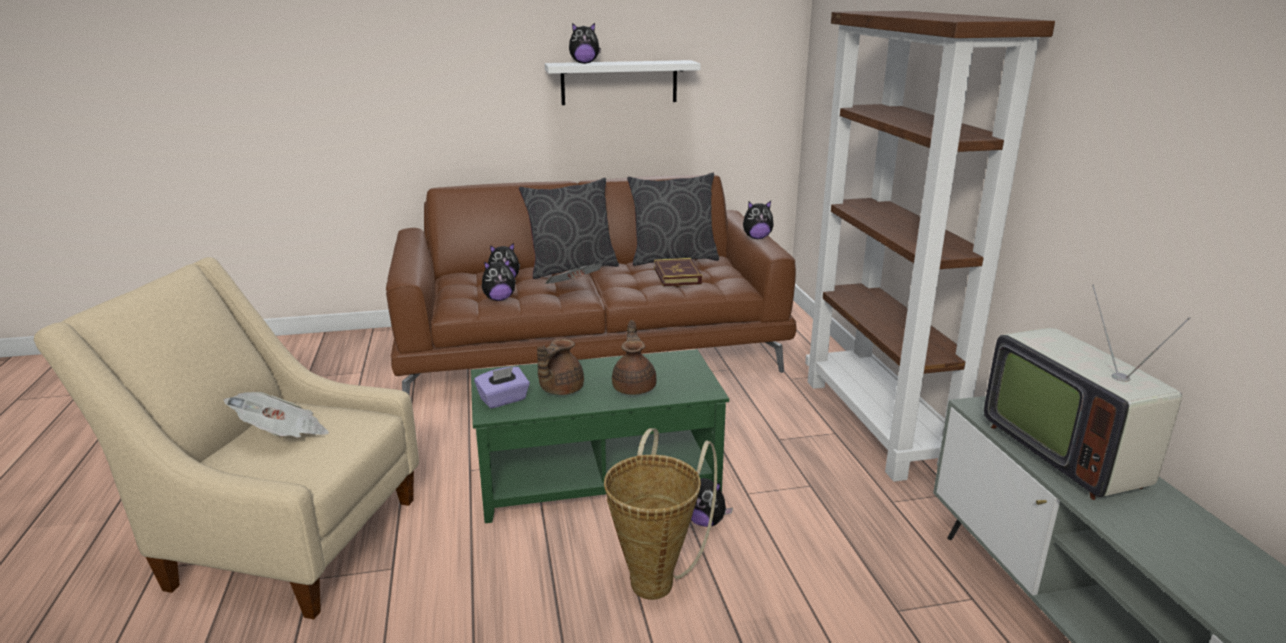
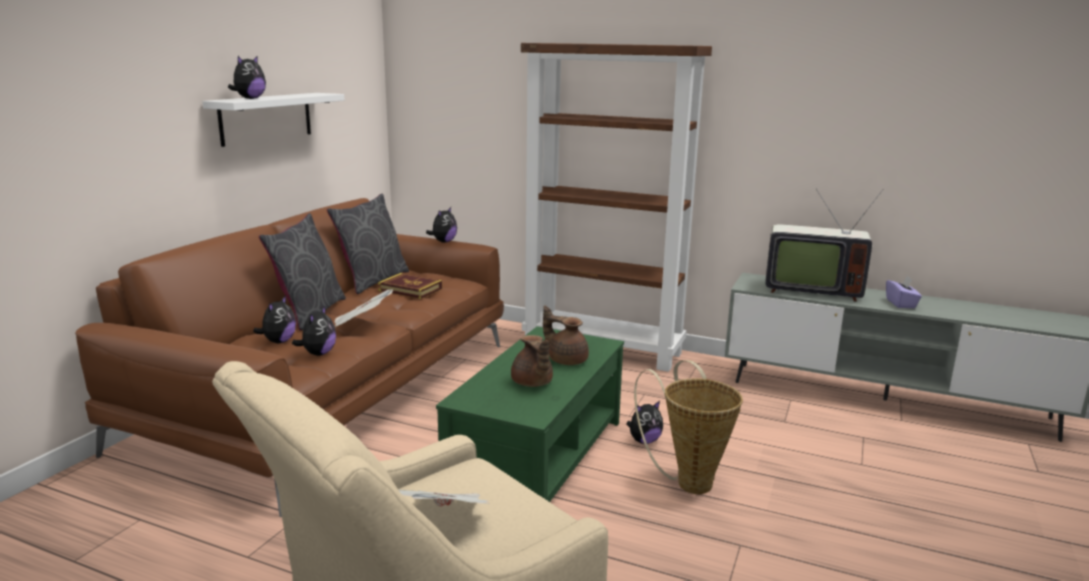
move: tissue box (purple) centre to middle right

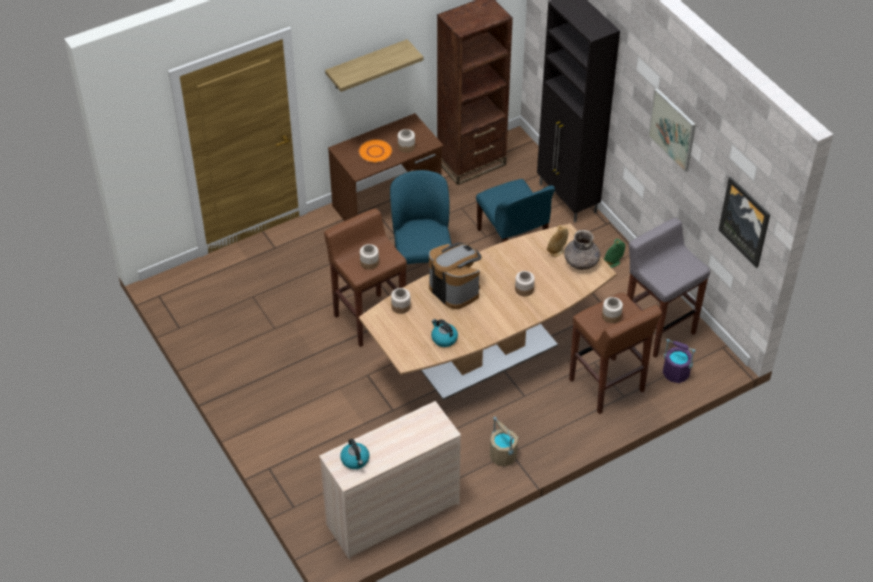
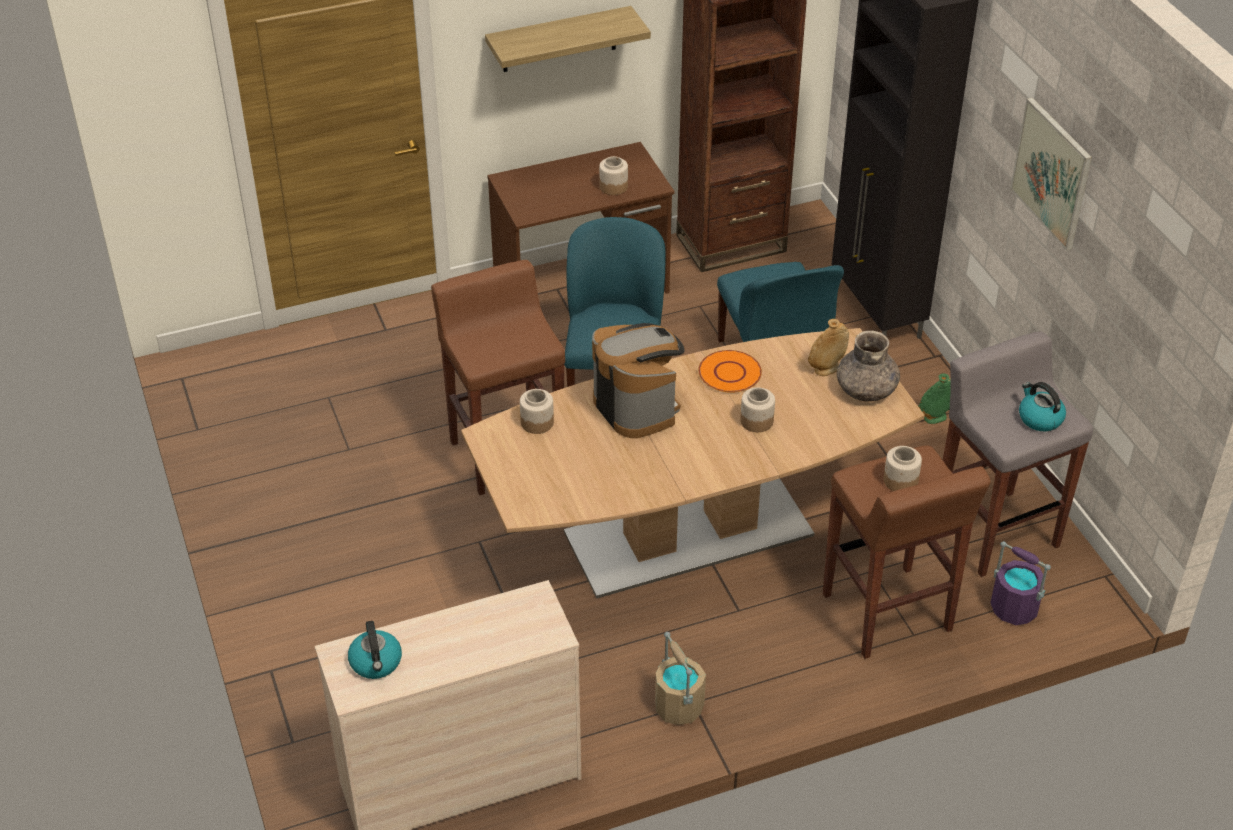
delete: picture (2nd from left) middle right; jar (1st from left) centre
move: plate (orange) top centre to centre; kettle (2nd from left) centre to middle right

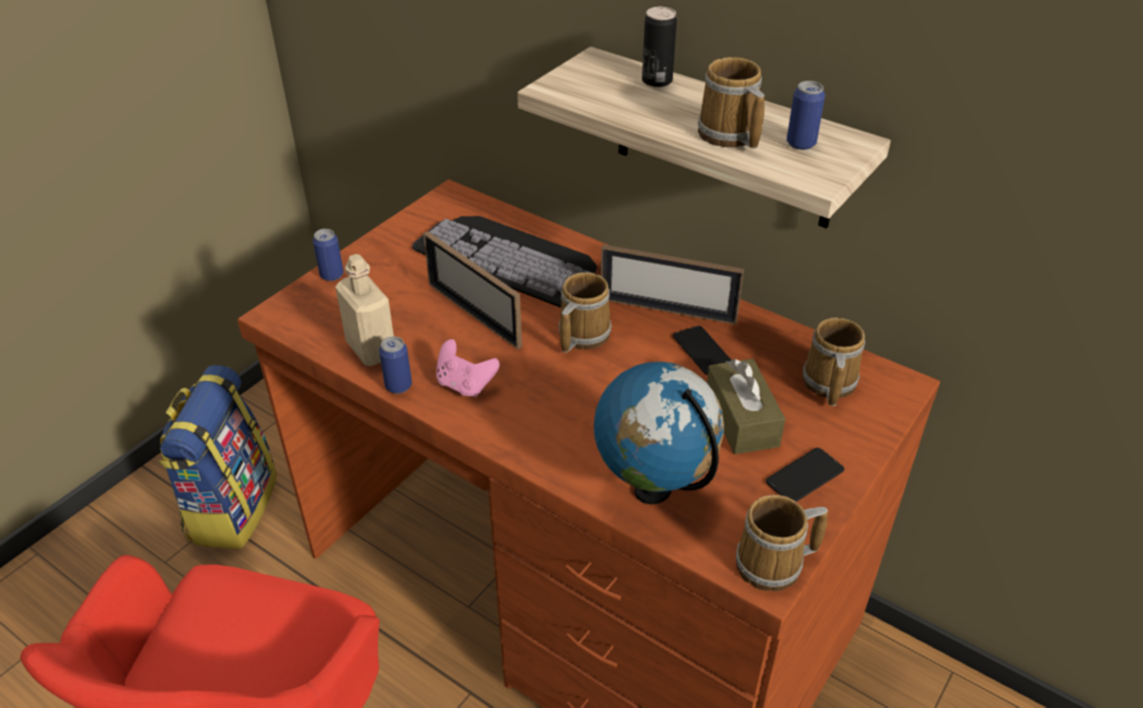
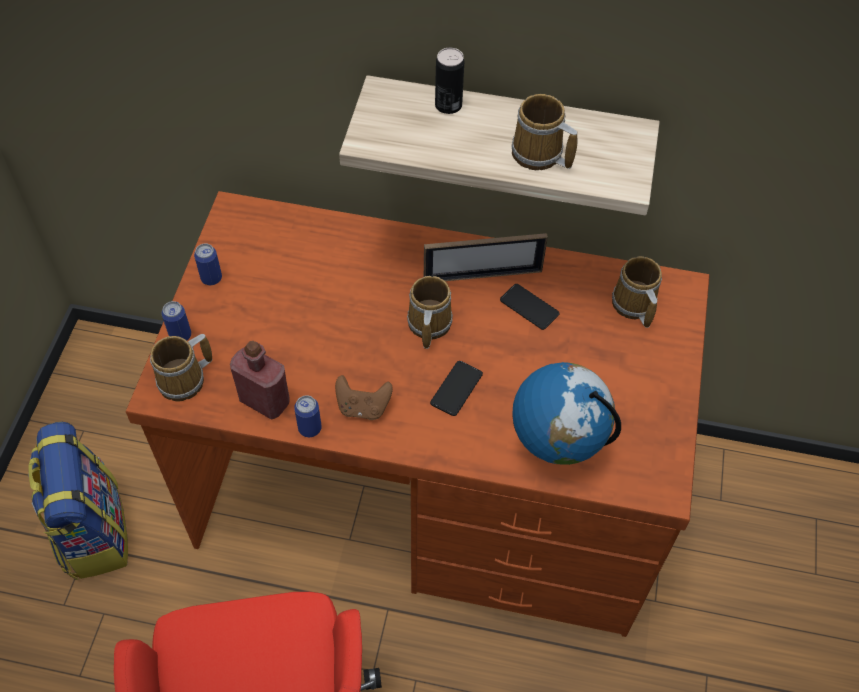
delete: keyboard centre; picture frame (1st from left) centre; tissue box (brown) centre
move: can (4th from left in the first image) top right to can (2nd from left) middle left; phone (2nd from left in the first image) bottom right to phone (1st from left) centre; mug (3rd from left in the first image) bottom right to mug (1st from left) middle left
recolor: bottle (beige) middle left to bottle (red) middle left; game controller (pink) centre to game controller (brown) centre

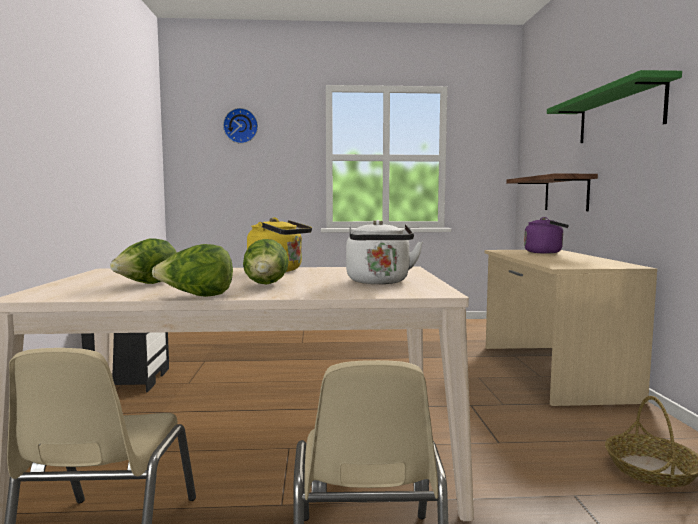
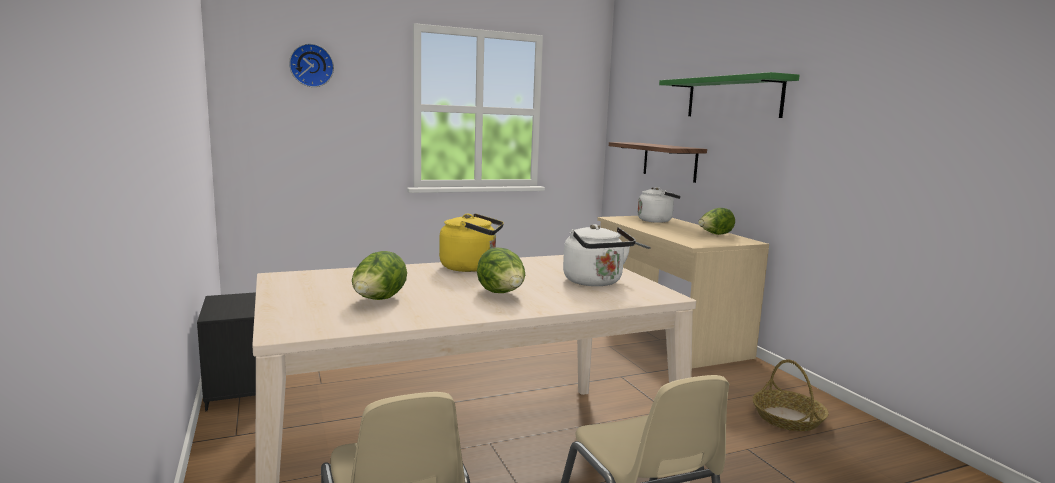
move: lettuce (2nd from left in the first image) middle left to lettuce (3rd from left) middle right
recolor: kettle (purple) middle right to kettle (white) (2nd from left) centre

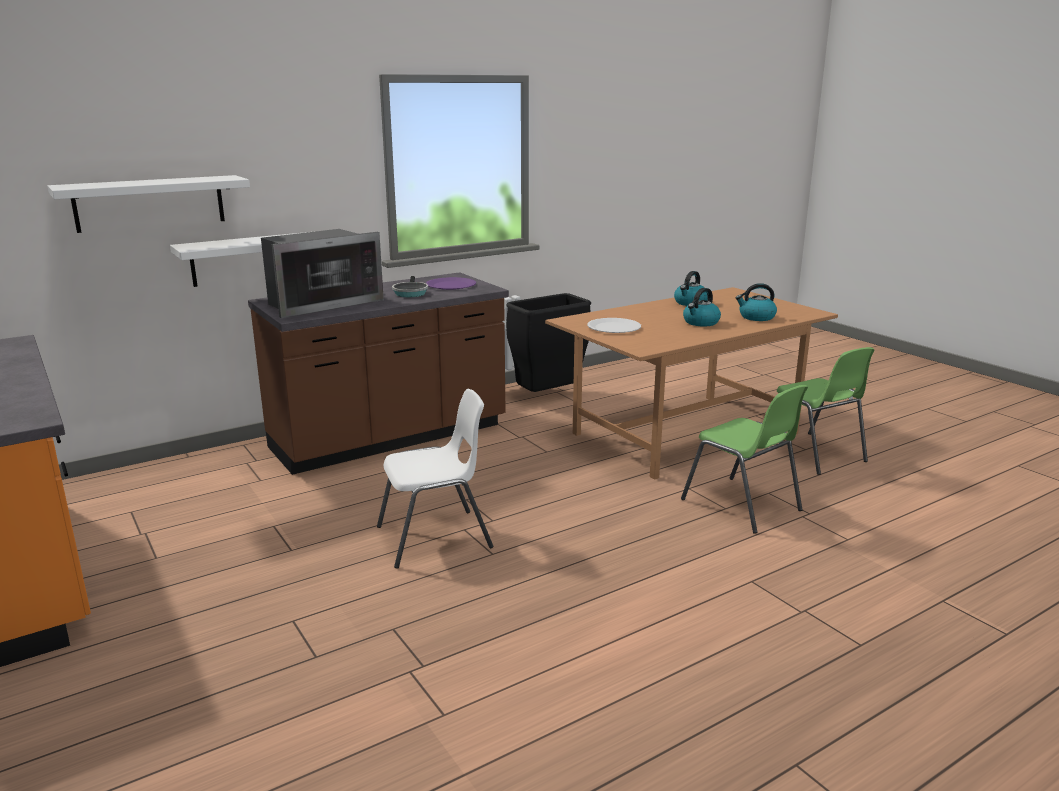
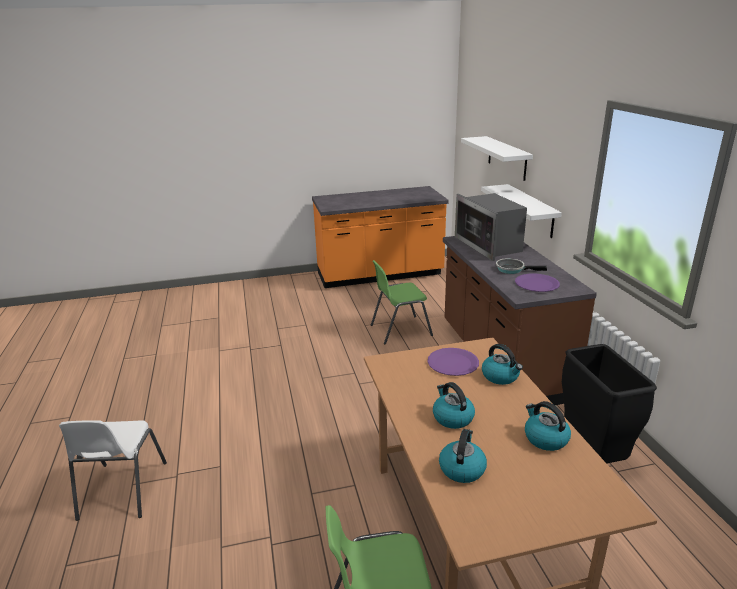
insert: kettle (3rd from left) middle right
move: chair (green) (1st from left in the first image) middle right to chair (green) (2nd from left) centre; chair (white) centre to bottom left
recolor: plate (white) centre to plate (purple) (1st from left) centre

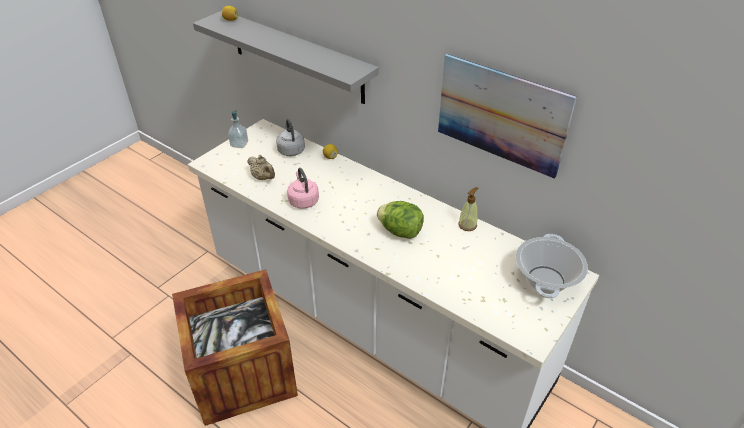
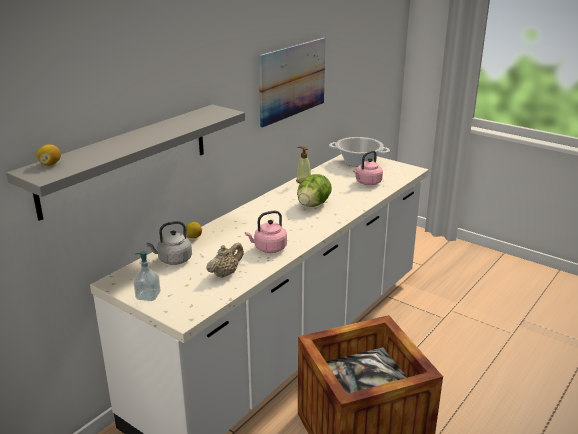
insert: kettle (pink) (2nd from left) centre

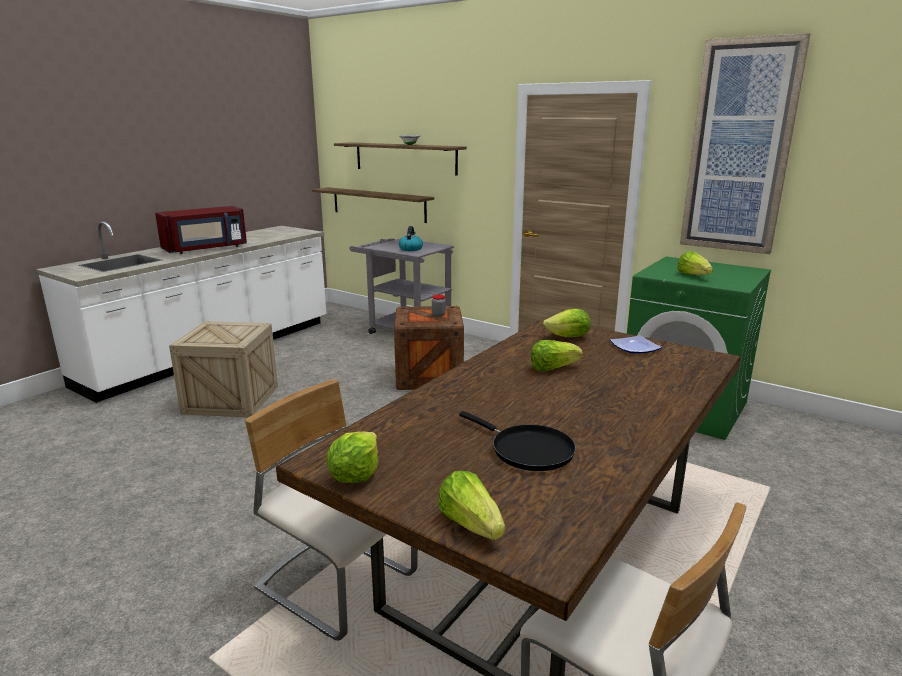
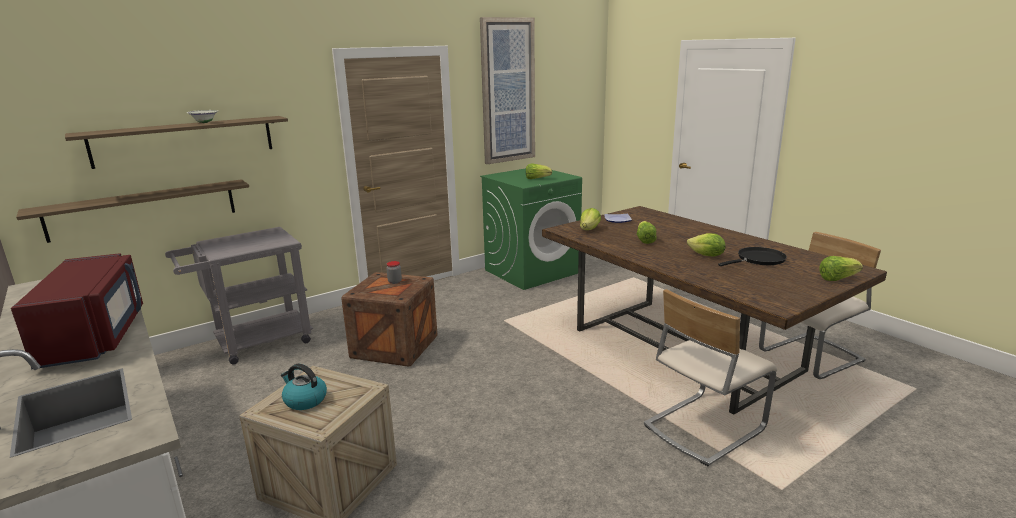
move: kettle centre to bottom left; lettuce (1st from left in the first image) bottom centre to lettuce (4th from left) middle right

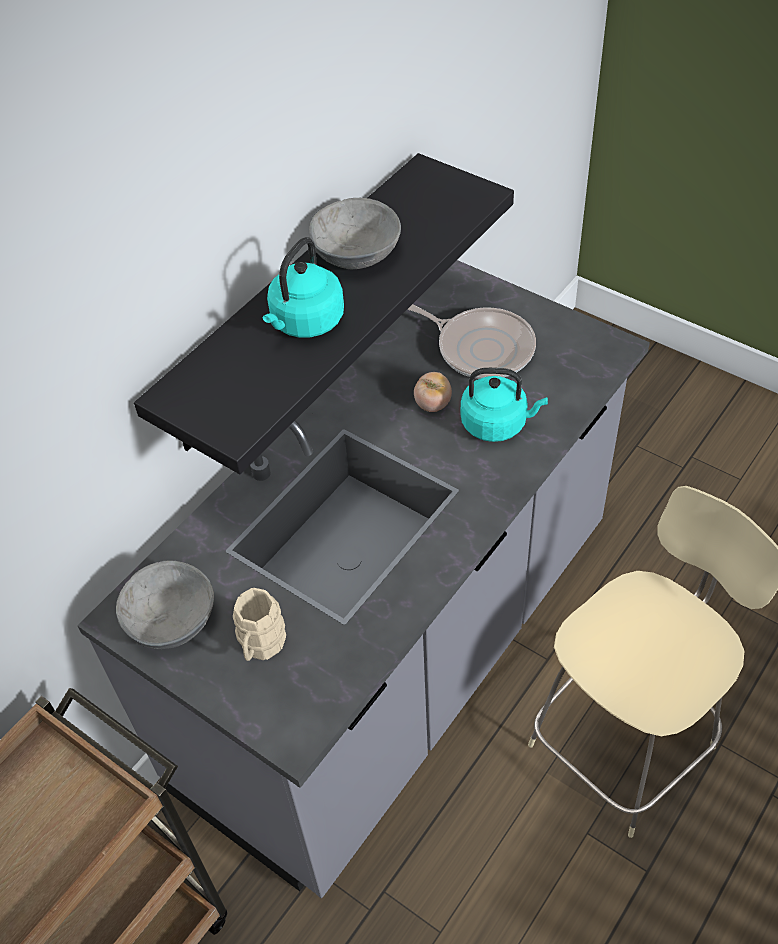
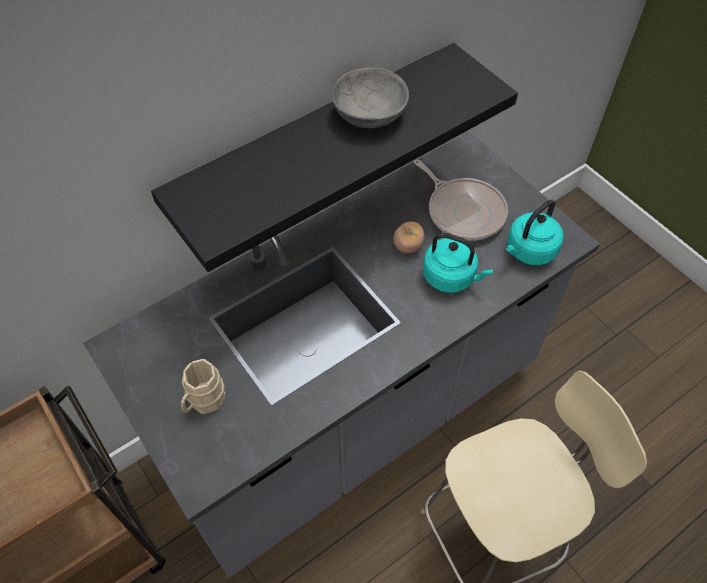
delete: bowl (grey) (1st from left) middle left
move: kettle (turquoise) (1st from left in the first image) top centre to kettle (turquoise) (2nd from left) middle right

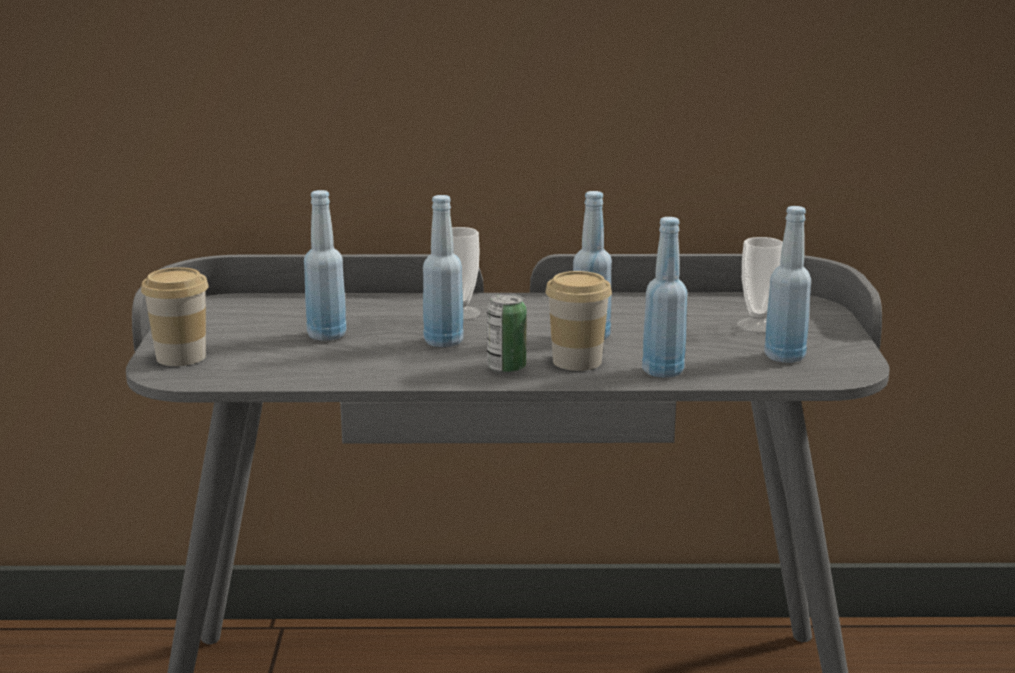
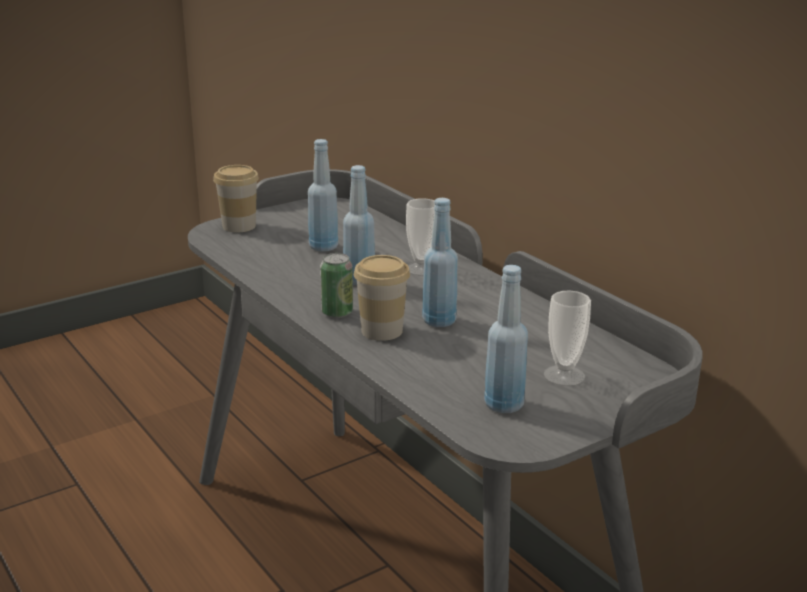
delete: bottle (blue) (4th from left) centre

